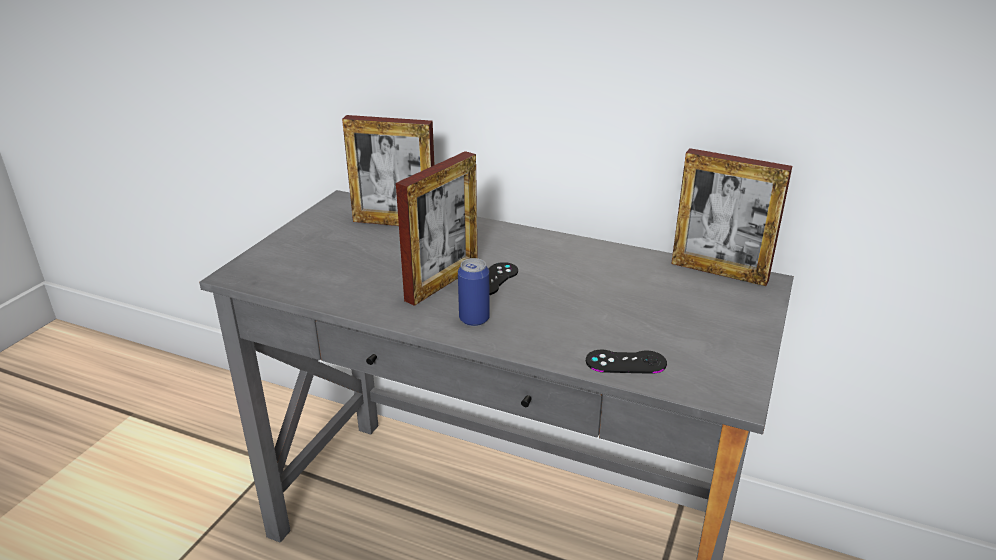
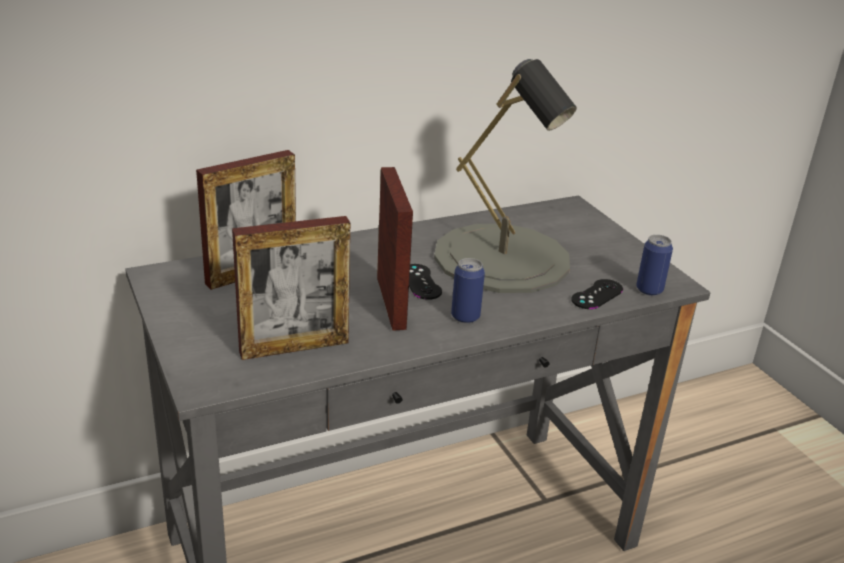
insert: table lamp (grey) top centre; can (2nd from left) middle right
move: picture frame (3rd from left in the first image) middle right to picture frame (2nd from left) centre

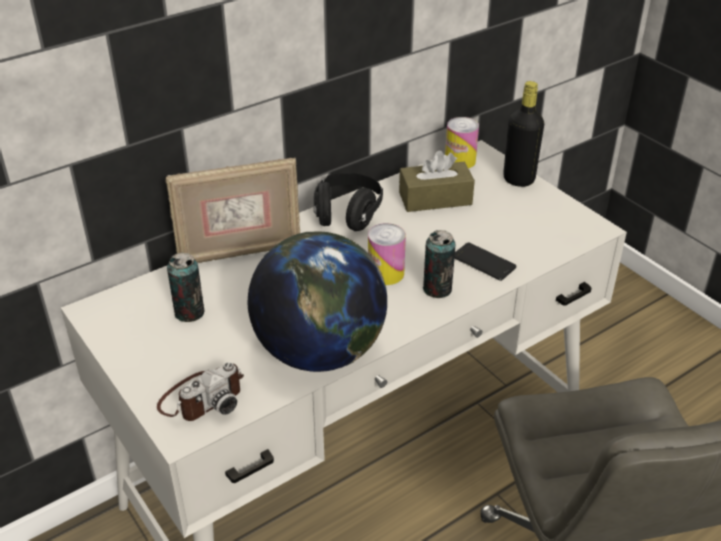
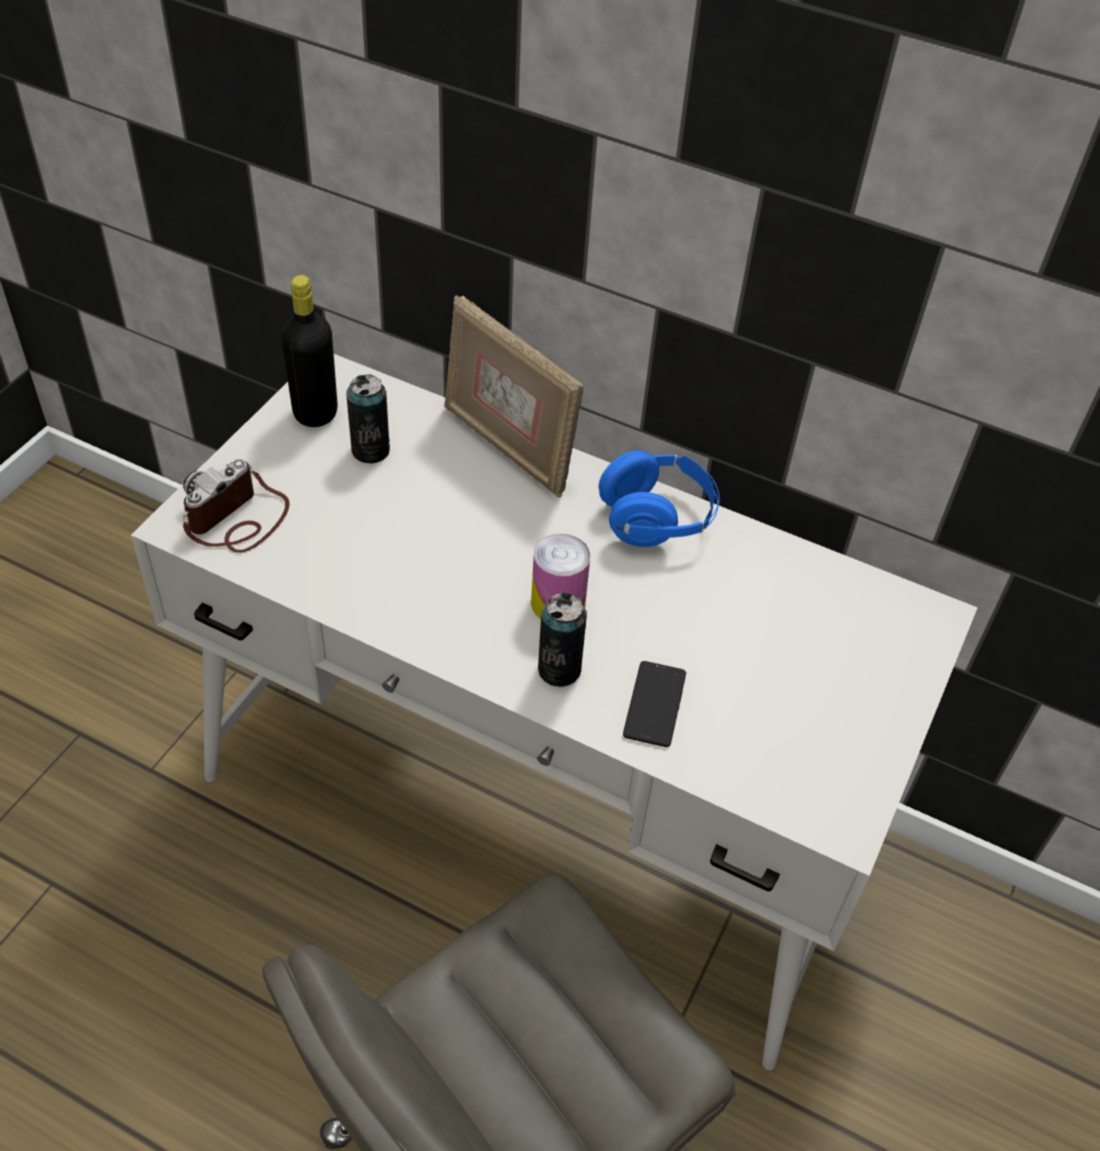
delete: can (4th from left) top centre; tissue box (brown) centre; globe centre
move: bottle (black) top right to top left
recolor: headphones (black) centre to headphones (blue) centre
rotate: photo camera bottom left = middle left 105 degrees clockwise

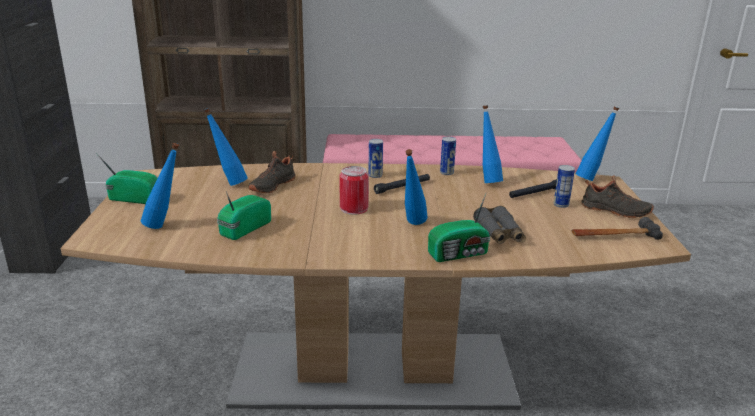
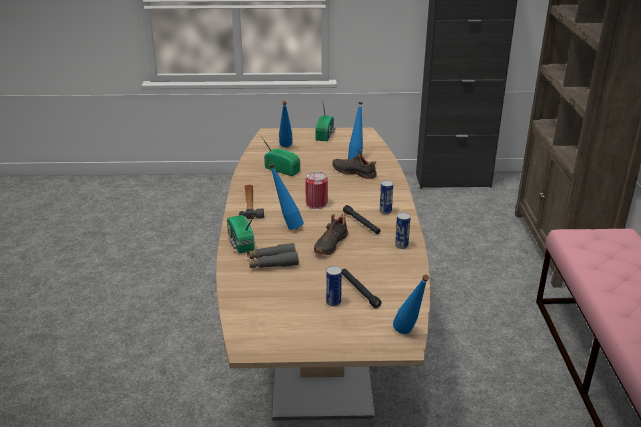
delete: bottle (blue) (4th from left) centre
move: shoe (black) (2nd from left in the first image) middle right to shoe (black) (1st from left) centre; hammer middle right to centre

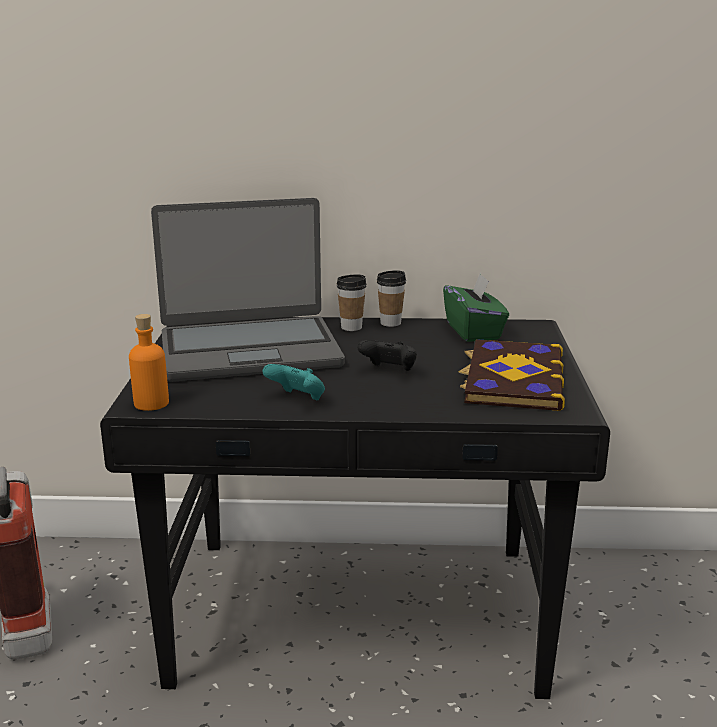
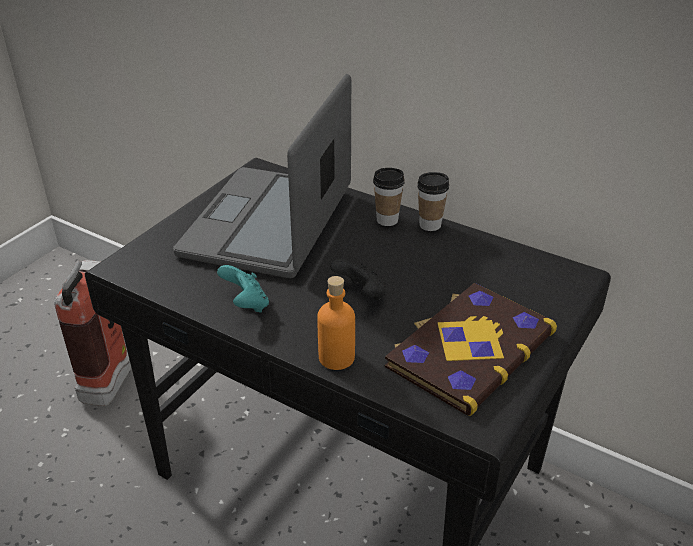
delete: tissue box (green) centre
move: bottle (orange) middle left to centre
rotate: laptop centre = top centre 90 degrees clockwise

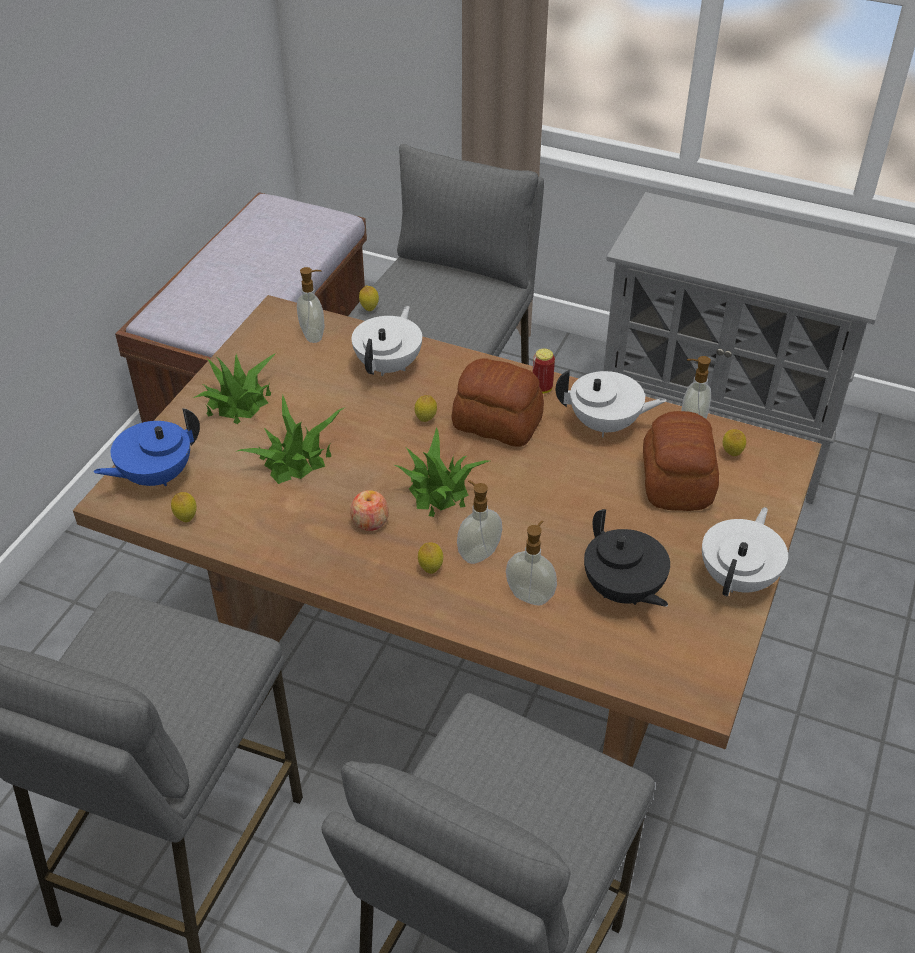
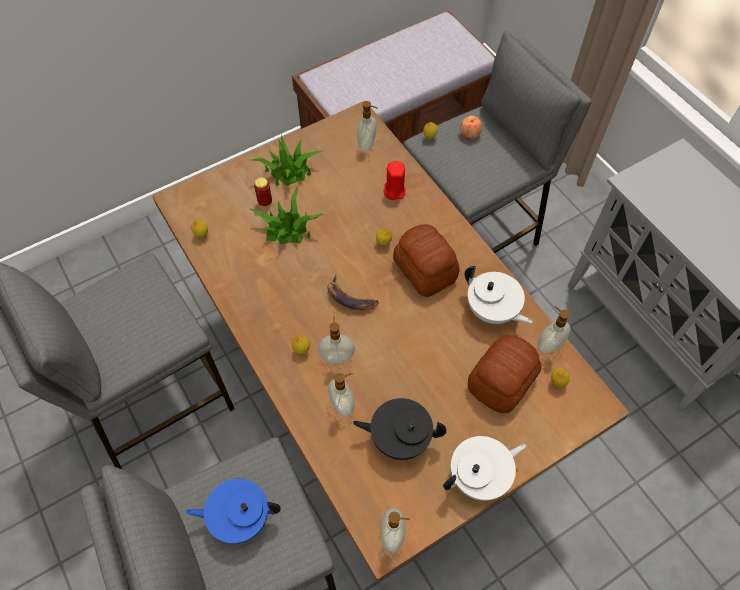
insert: soap dispenser (4th from left) bottom centre
move: can centre to top centre; teapot (blue) middle left to bottom left; apple centre to top centre
replace: teapot (white) (1st from left) centre to candle (red) top centre; potted plant (3rd from left) centre to banana centre
rotate: teapot (black) middle right = bottom centre 90 degrees clockwise

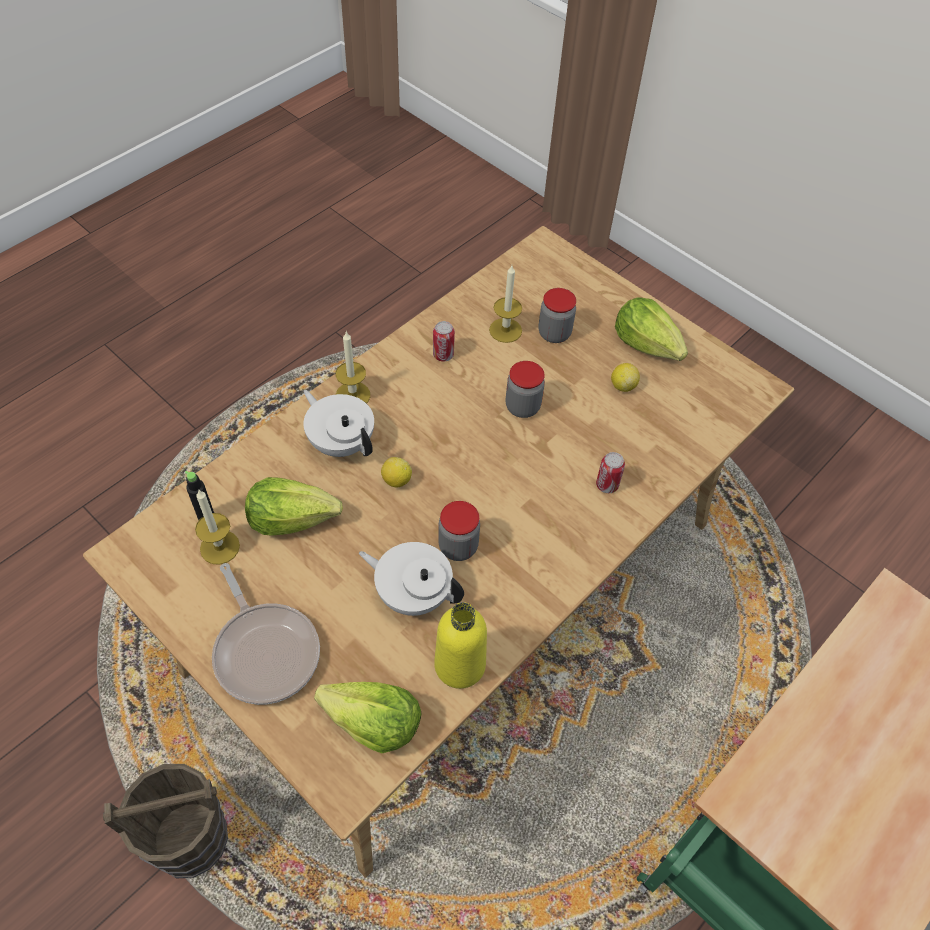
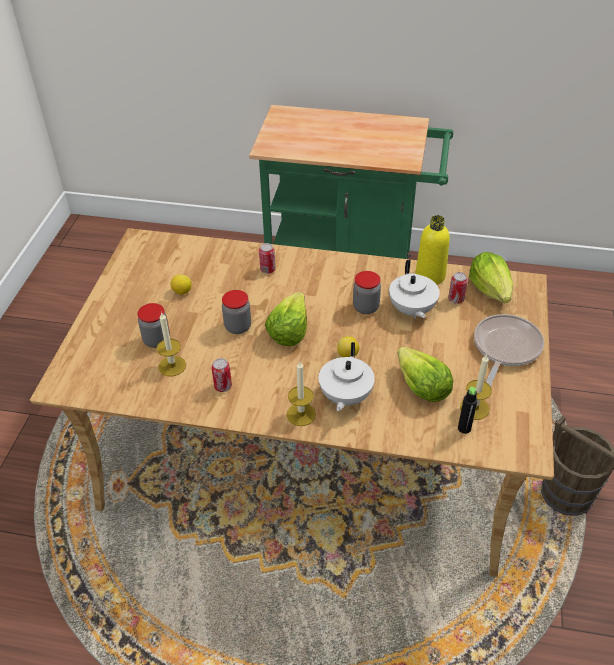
insert: can (3rd from left) middle right
move: lettuce (3rd from left in the first image) middle right to lettuce (1st from left) centre

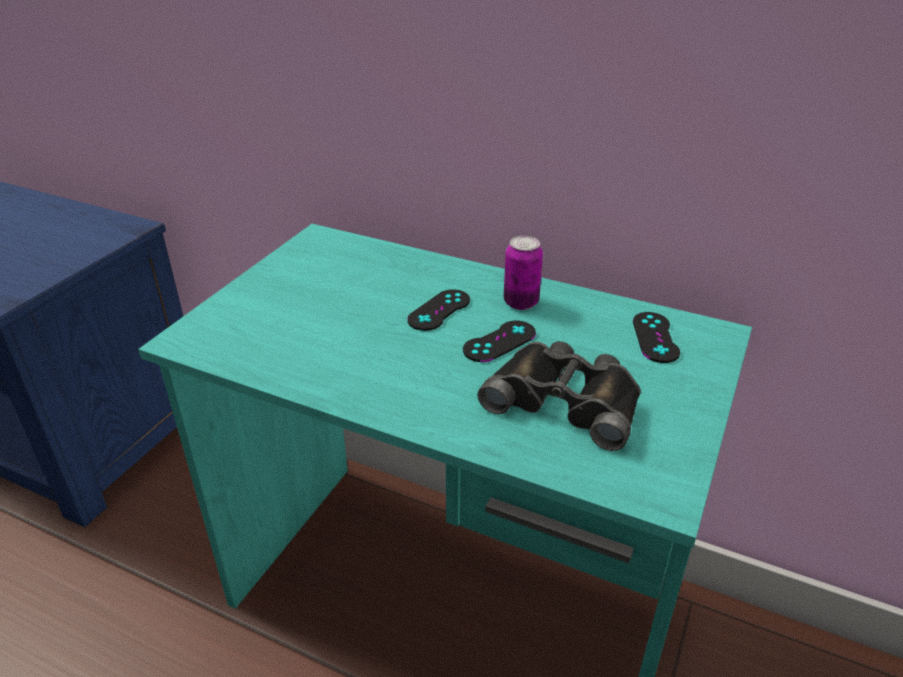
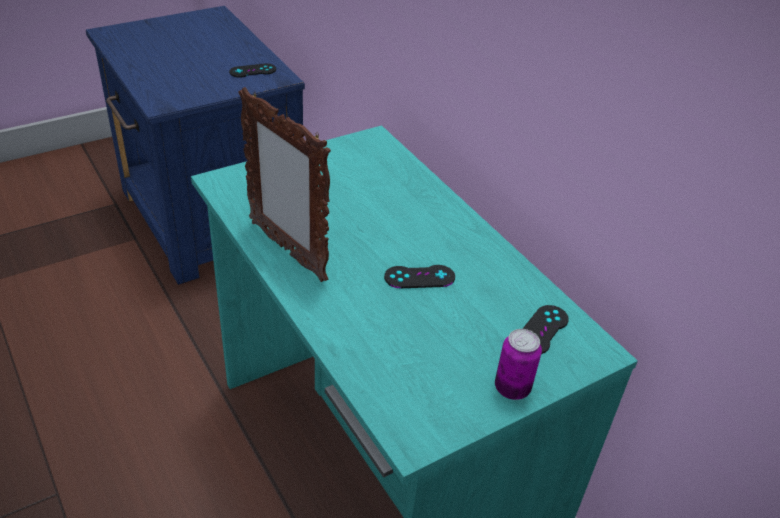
delete: binoculars (black) centre
insert: picture frame centre
move: can centre to bottom centre; game controller (black) (1st from left) centre to top left

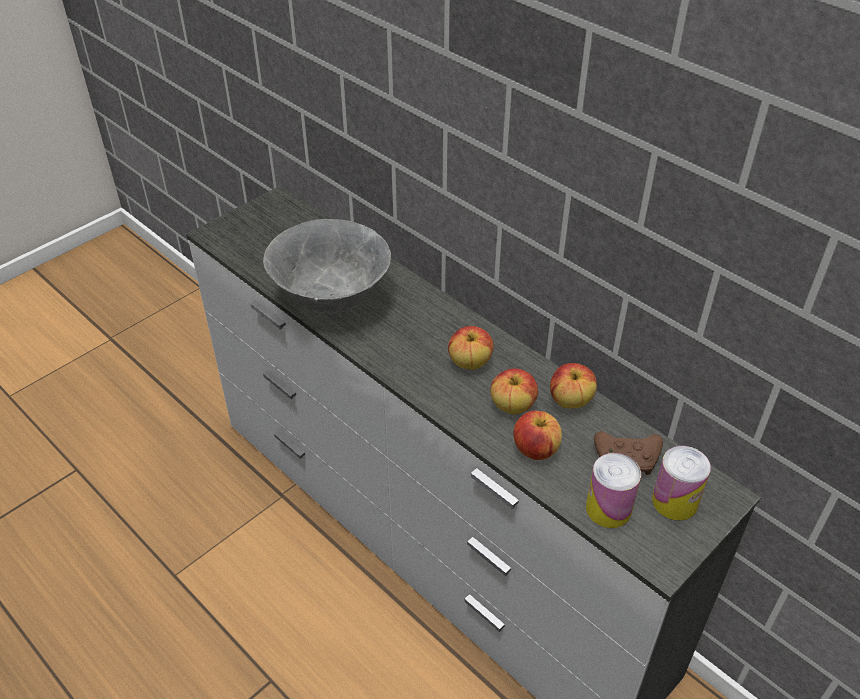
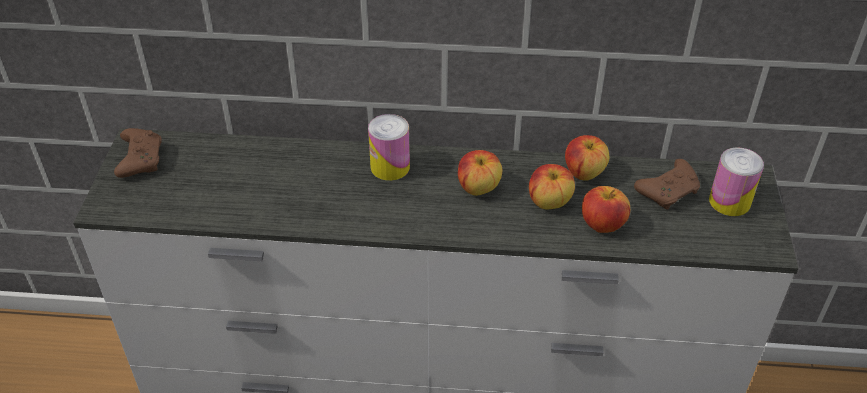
delete: bowl (grey) centre
insert: game controller (brown) (1st from left) middle left
move: can (1st from left) bottom right to centre

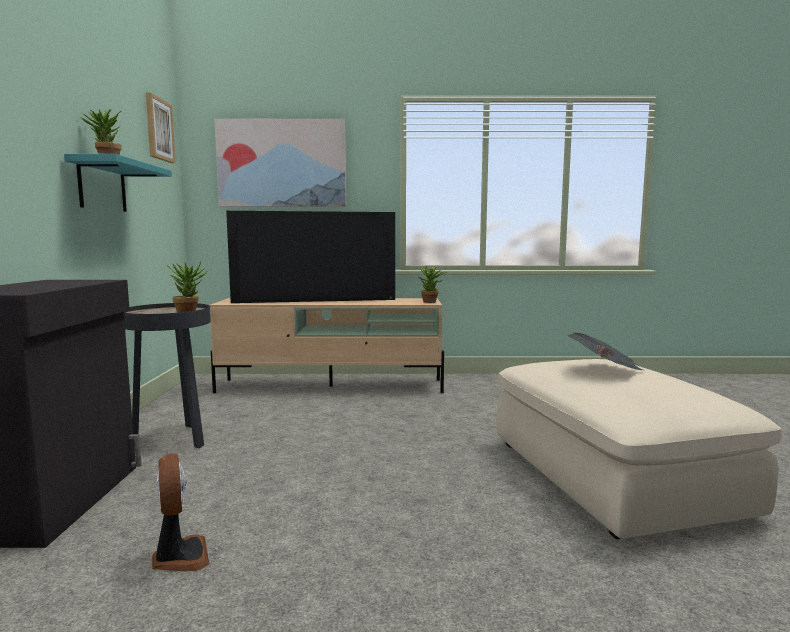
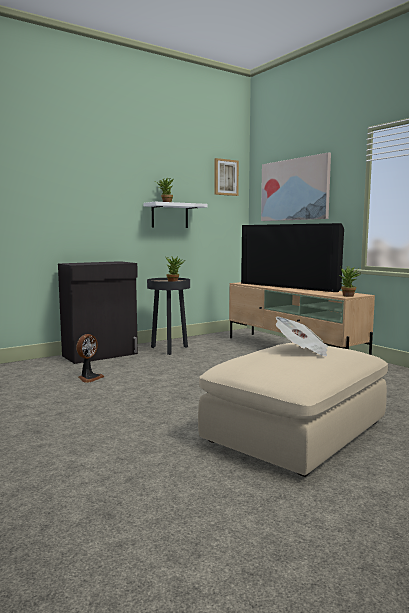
recolor: shelf (turquoise) top left to shelf (white) centre

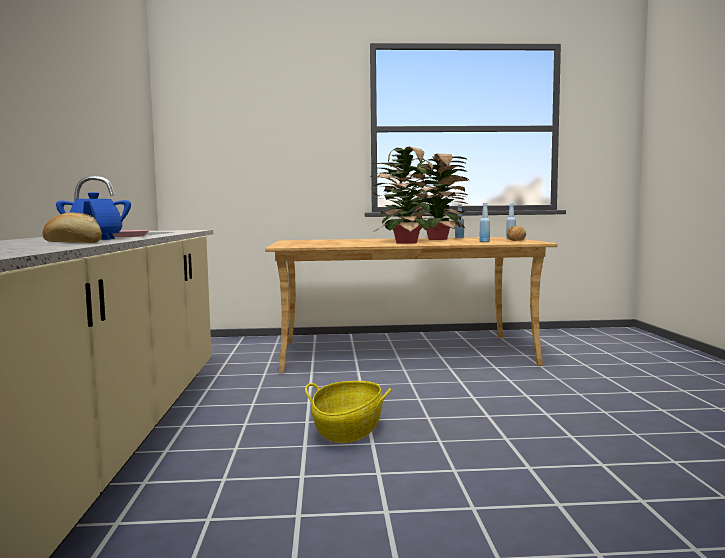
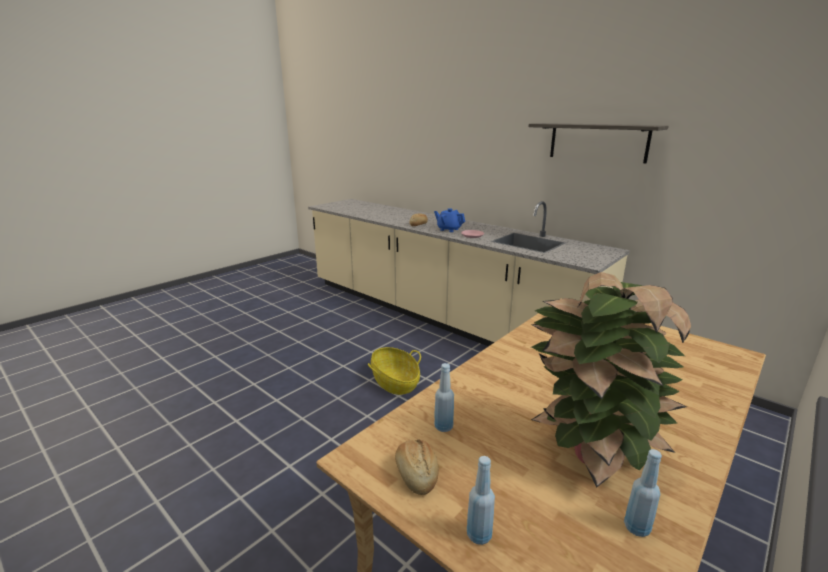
delete: potted plant (1st from left) centre
insert: shelf top right

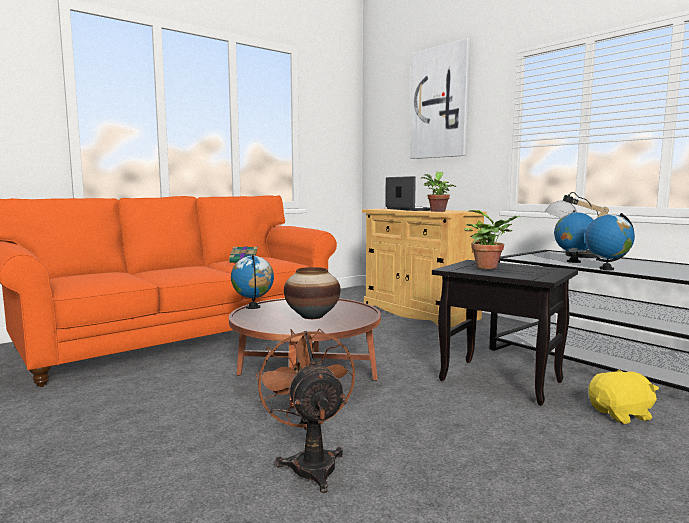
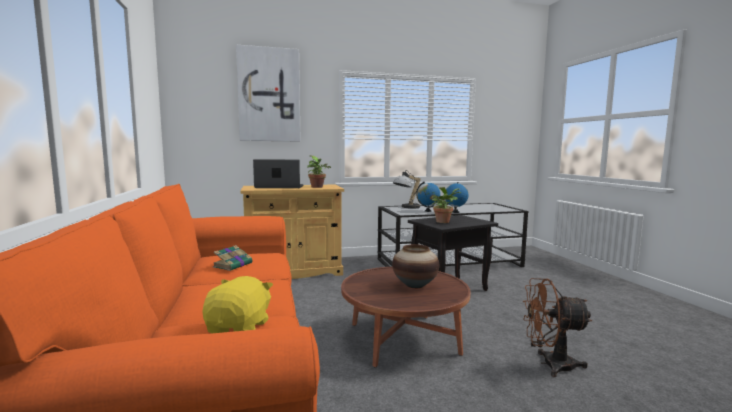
delete: globe (1st from left) centre
move: plush toy (yellow) bottom right to bottom left

